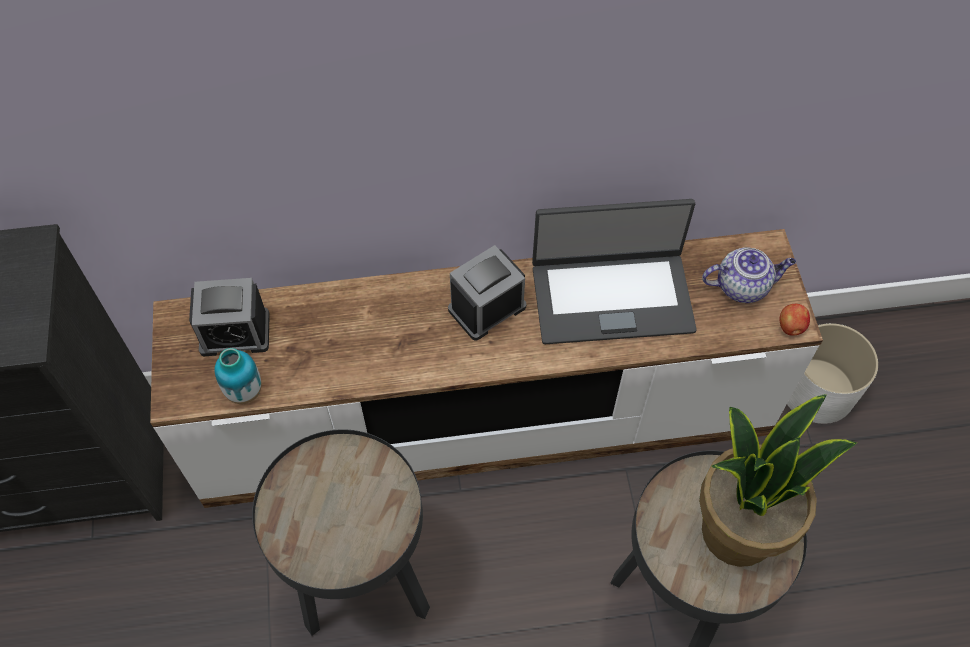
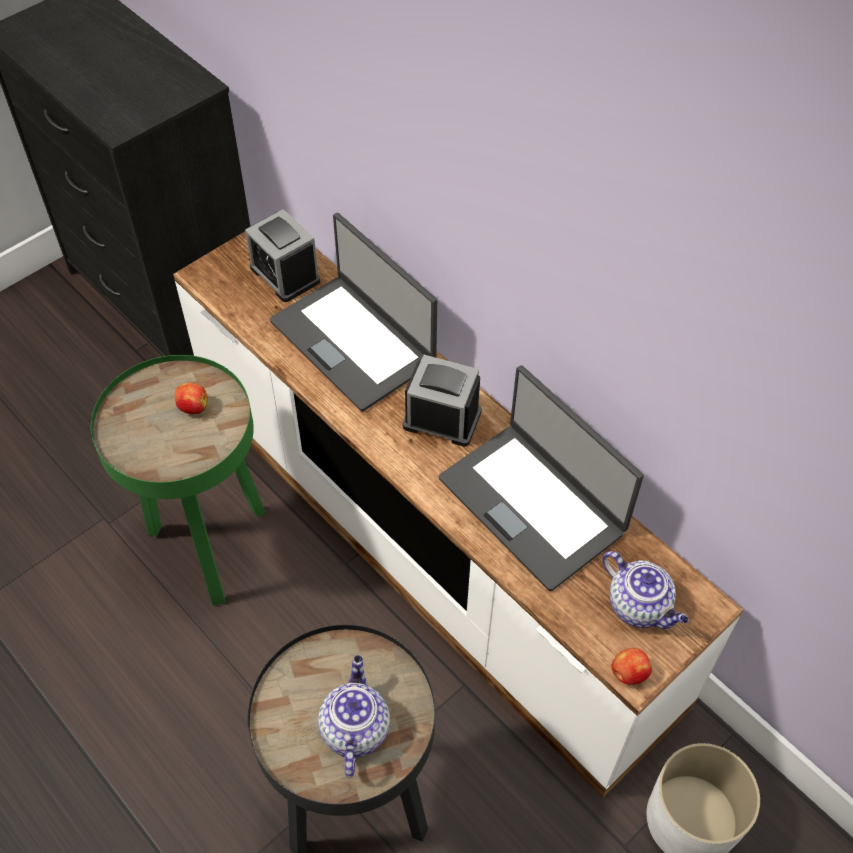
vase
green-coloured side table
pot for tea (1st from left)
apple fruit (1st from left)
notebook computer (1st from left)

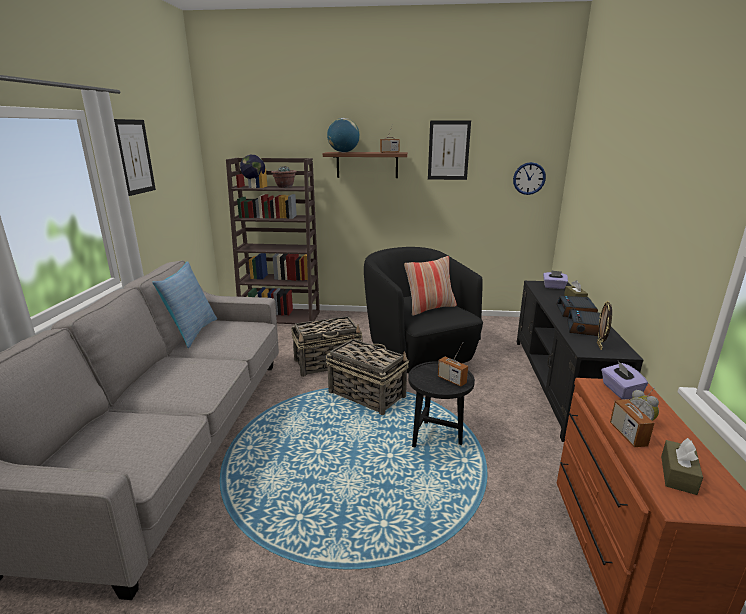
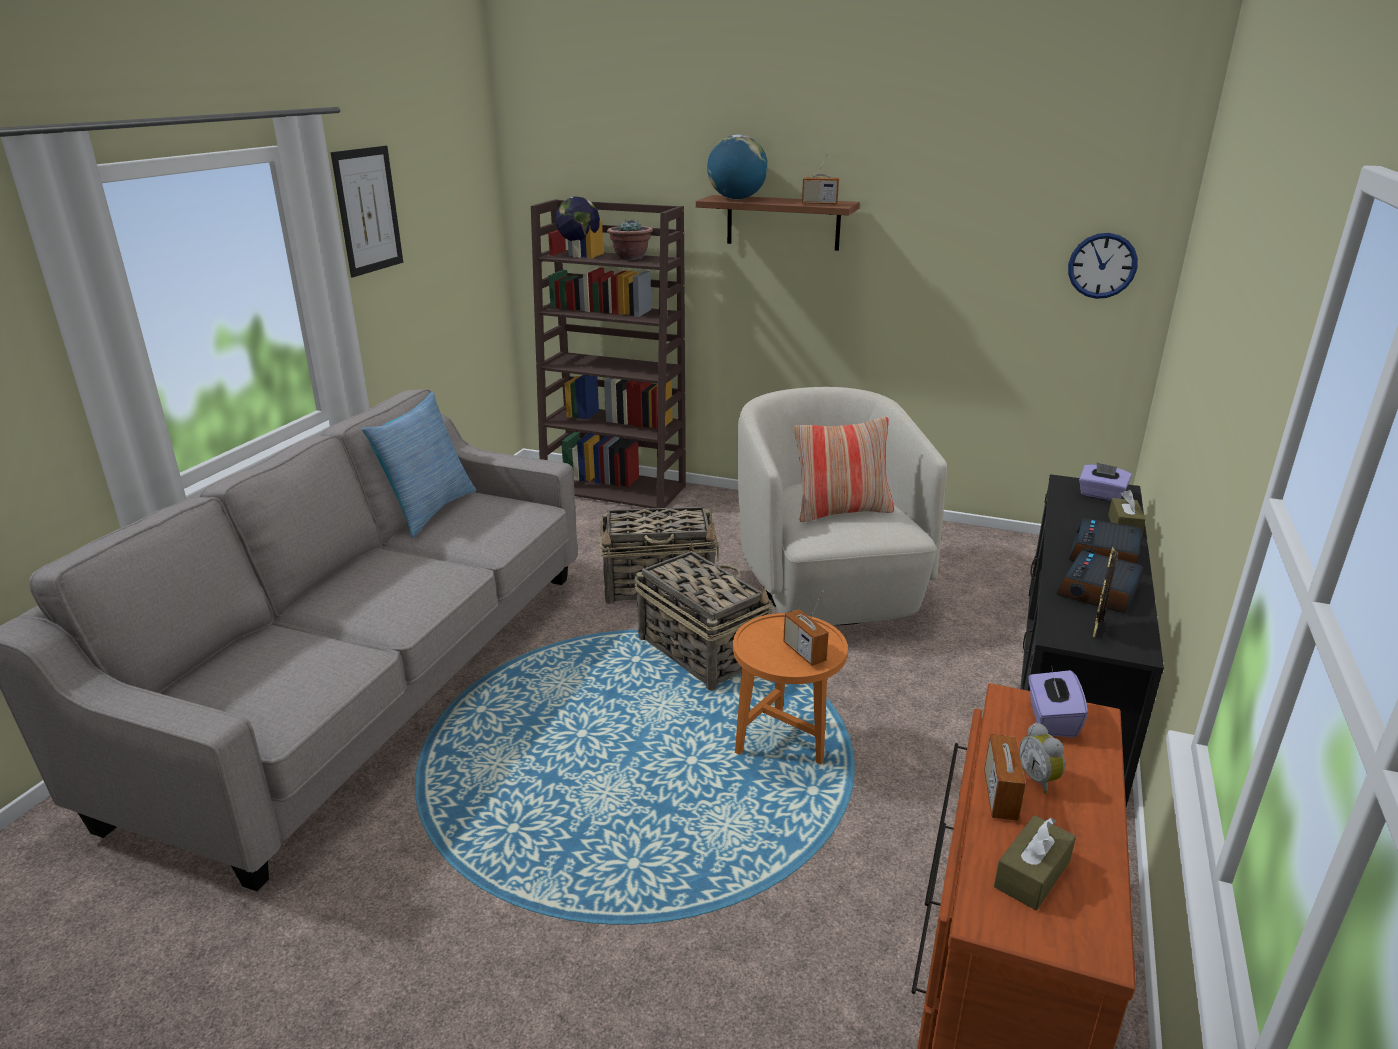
beige-coloured easy chair
orange-coloured side table
picture (2nd from left in the first image)

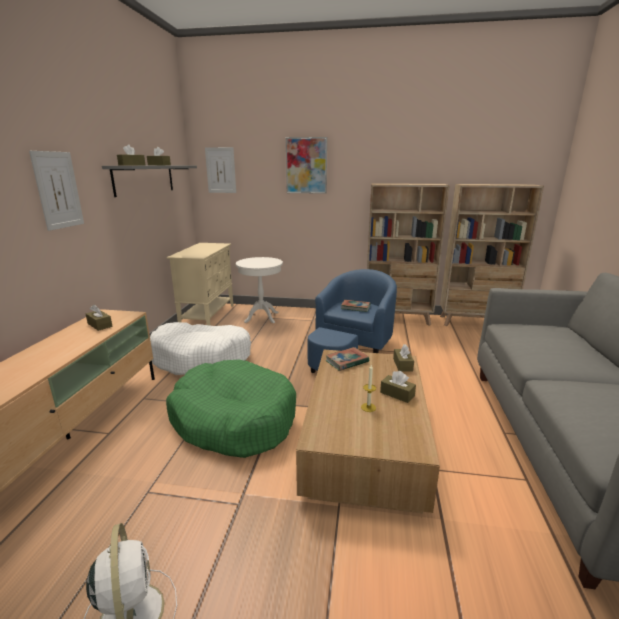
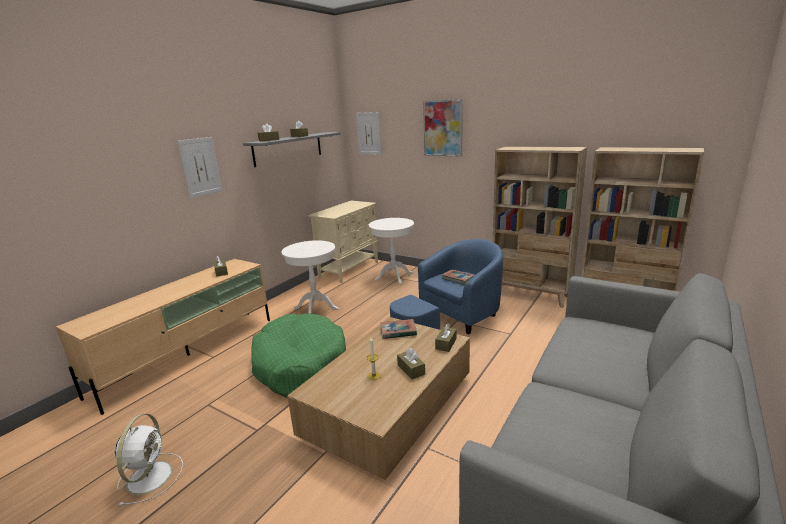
white-coloured side table (1st from left)

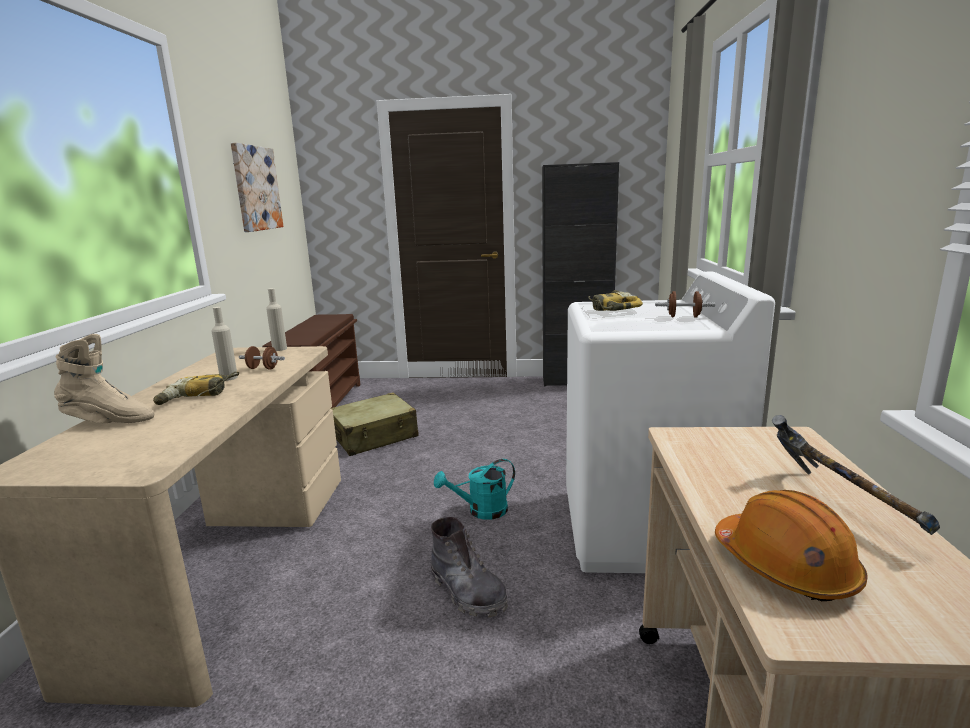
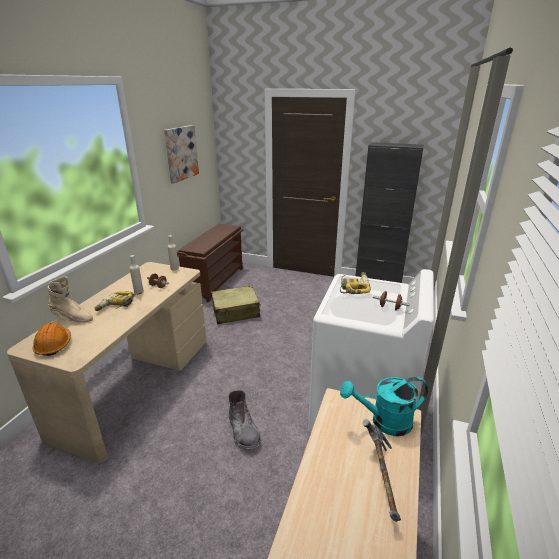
turquoise sprinkling can
orange-coloured hard hat

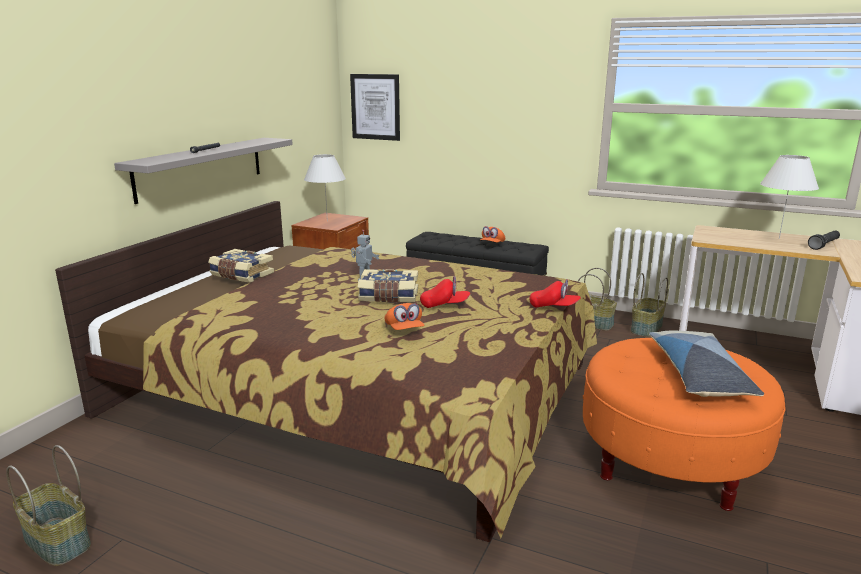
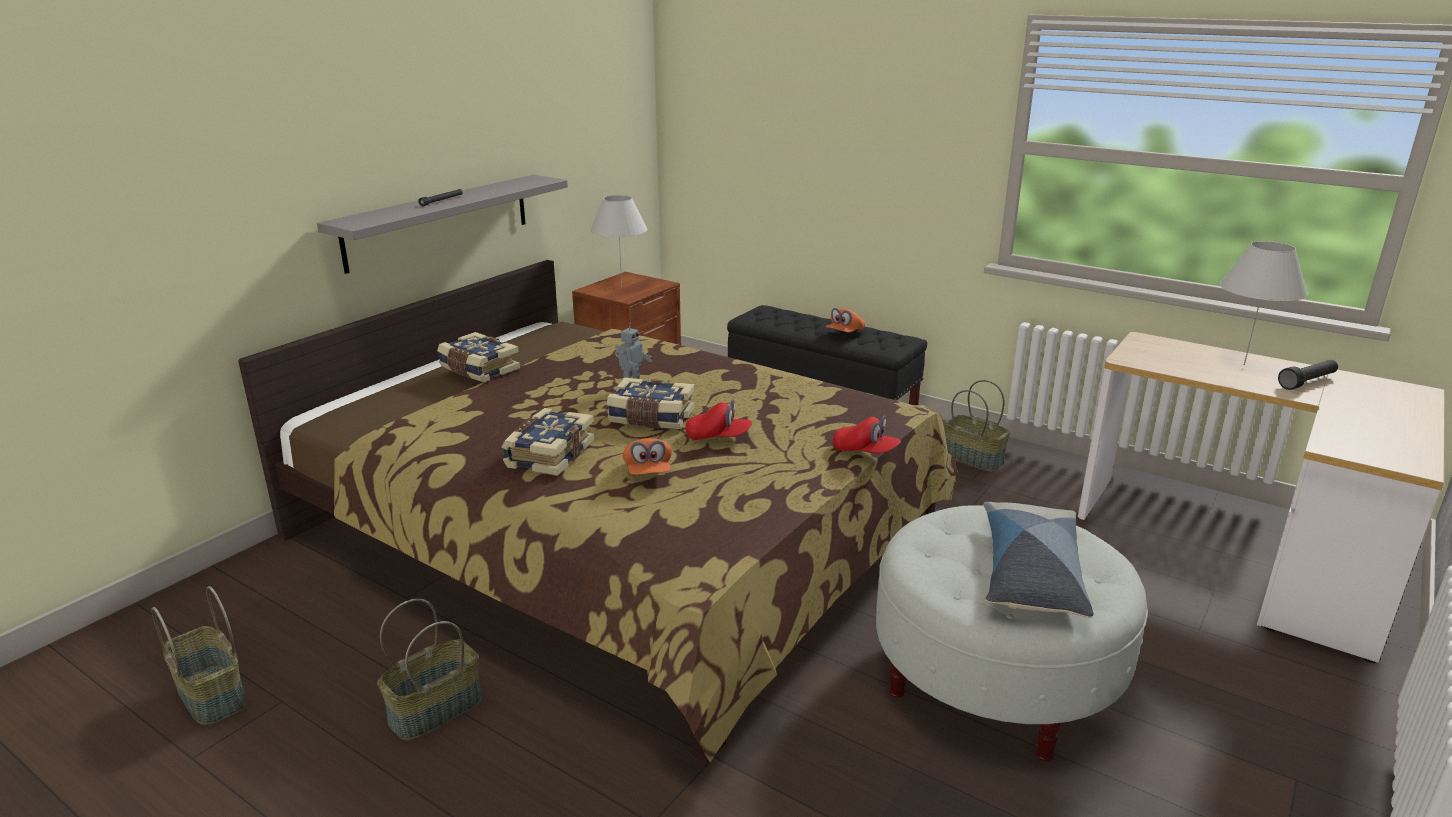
picture
white-coloured ottoman
storage basket (2nd from left)
bound book (2nd from left)

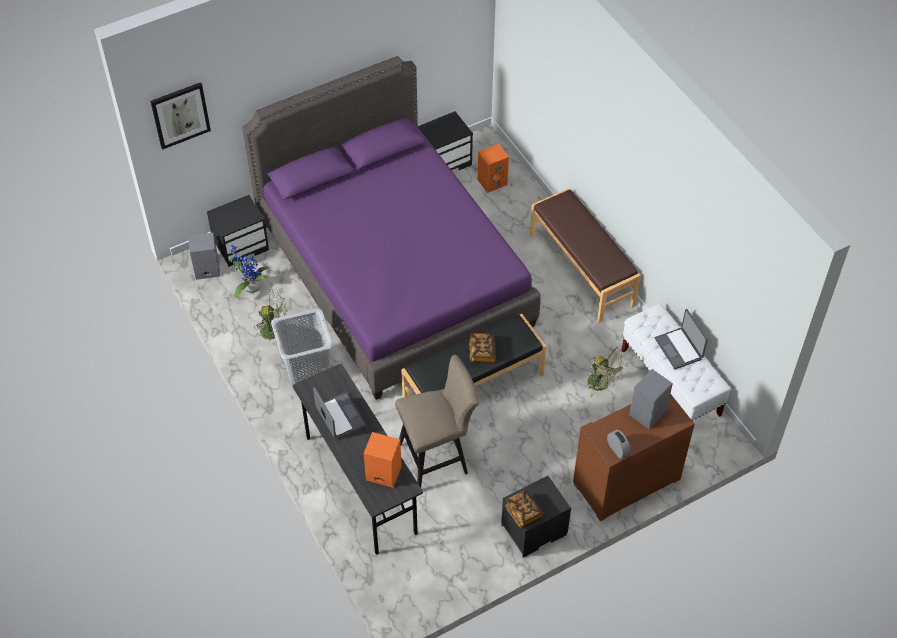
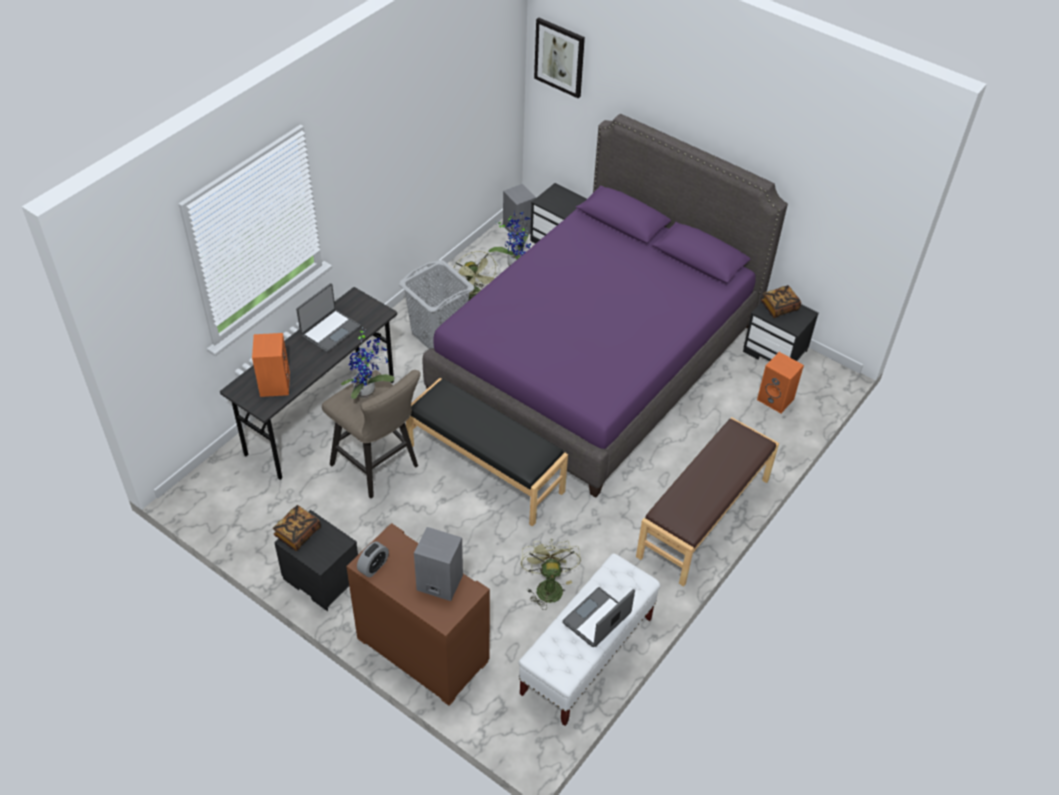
bound book (2nd from left)
green-coloured cooling fan (2nd from left)
plant in a pot (1st from left)

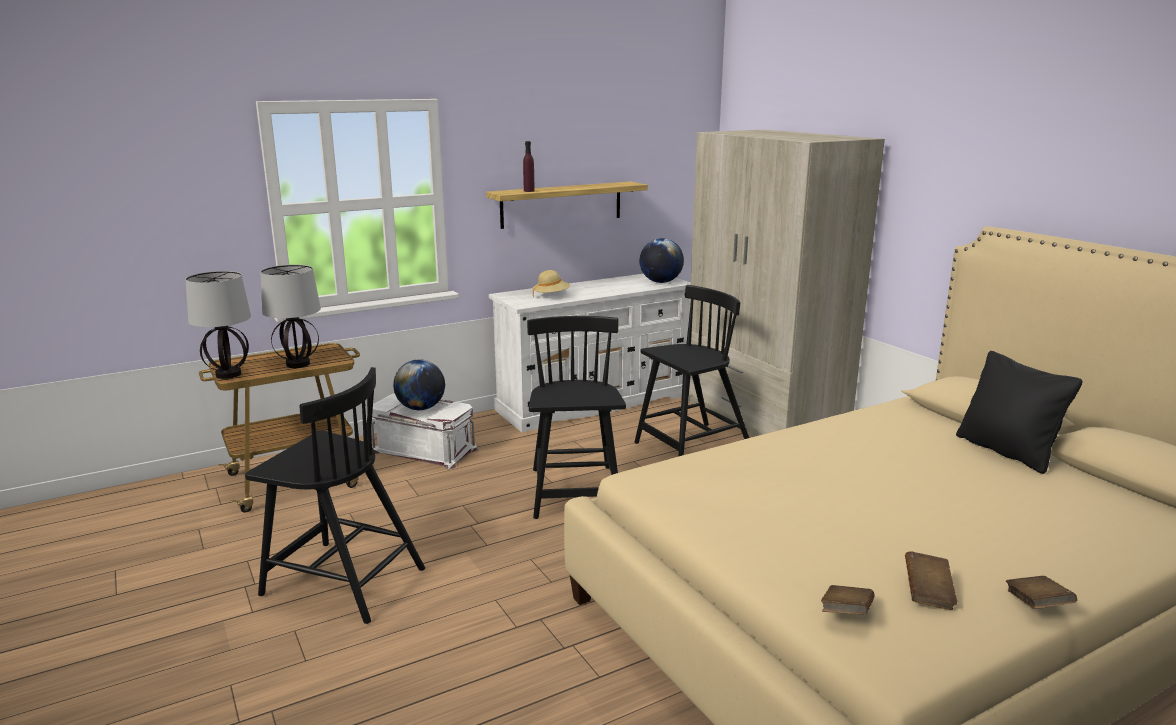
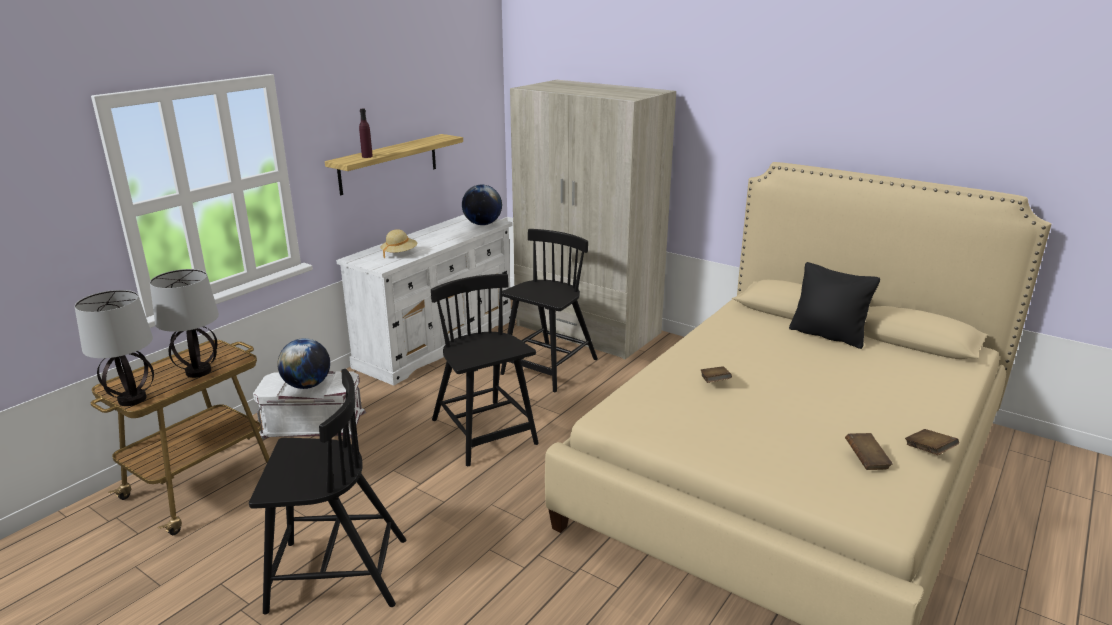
brown bound book (1st from left)

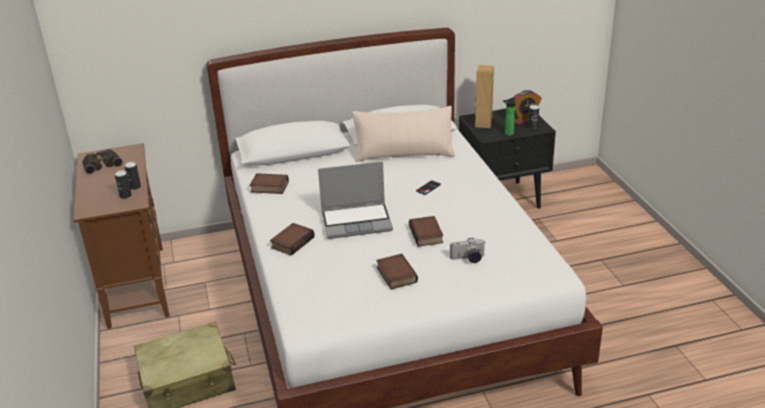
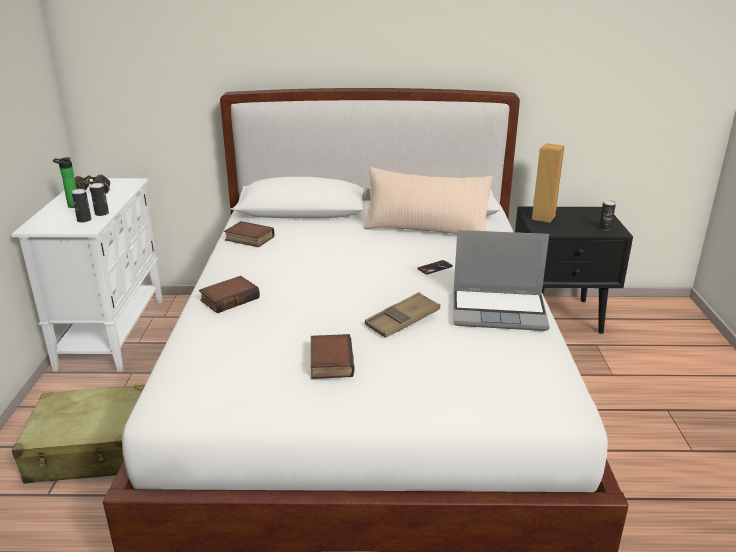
white-coloured cabinet
notebook computer
brown serving tray
still camera
beverage bottle
alarm clock

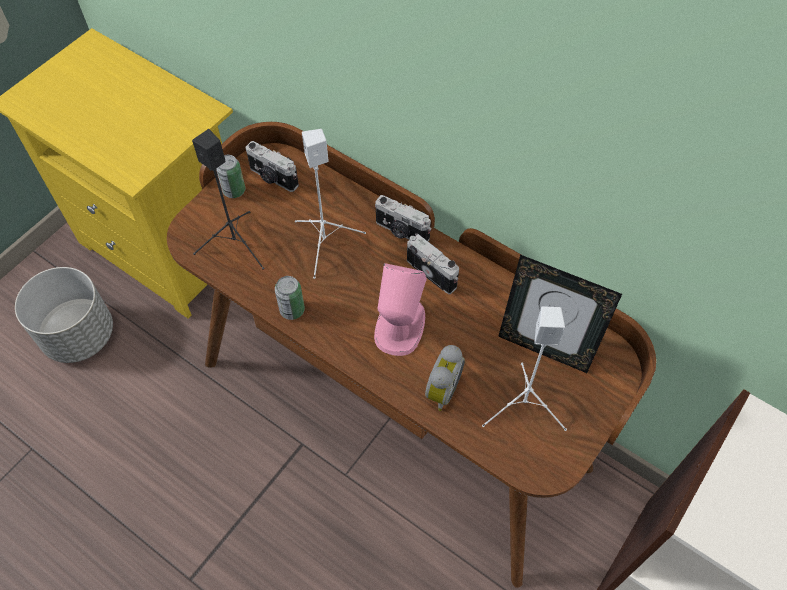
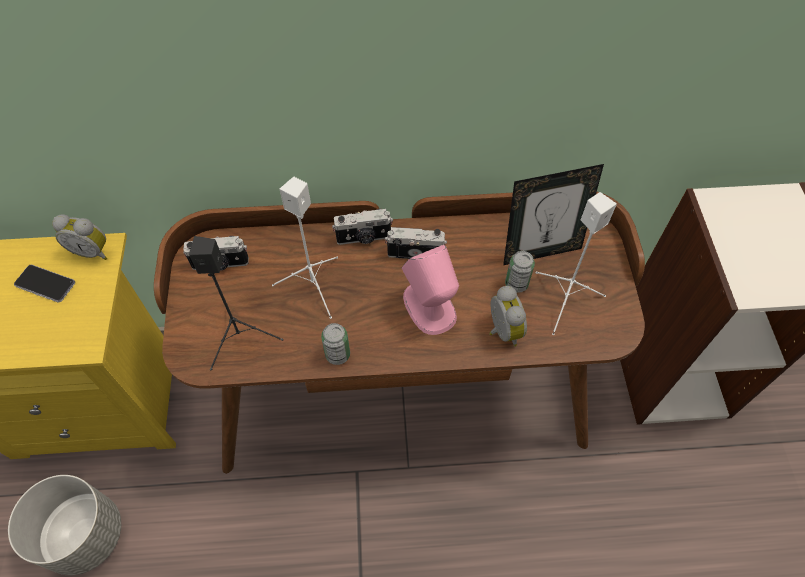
metal can (2nd from left)
handset
alarm clock (1st from left)

